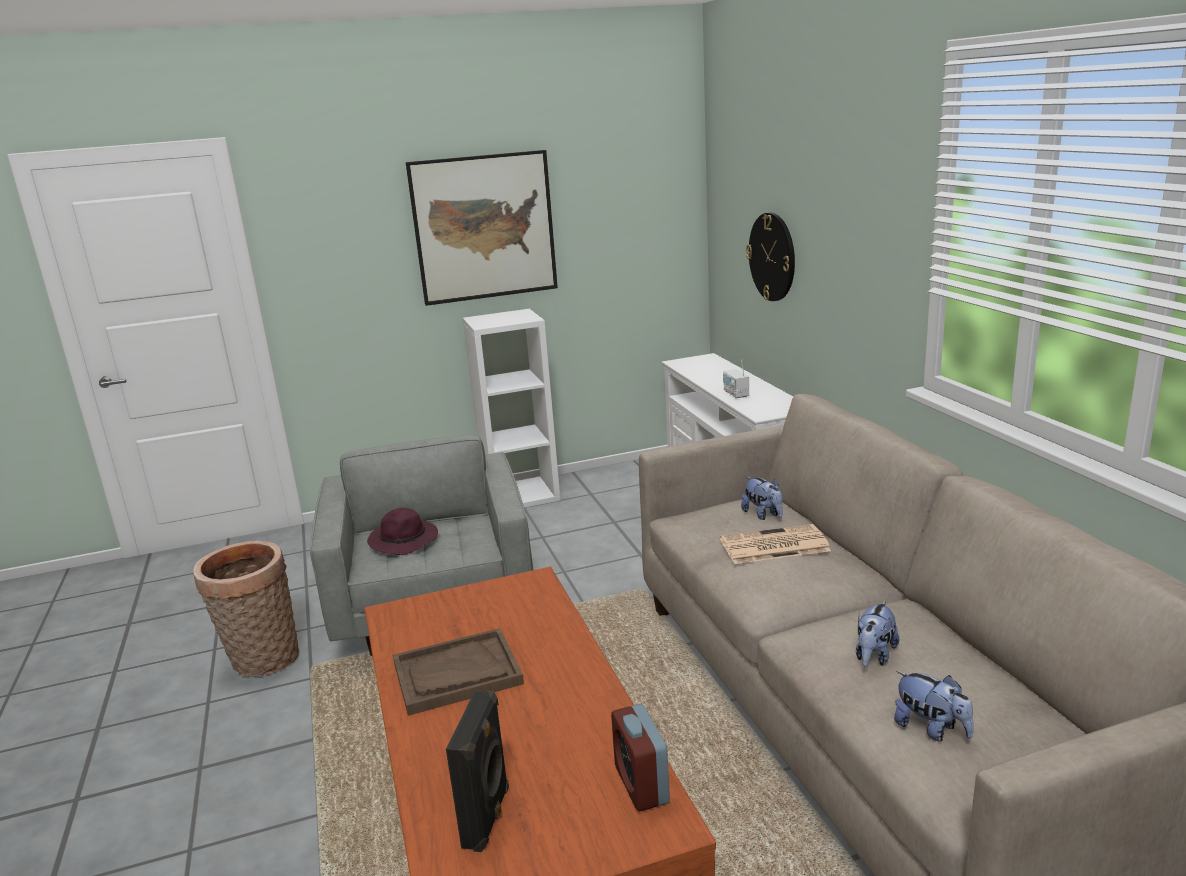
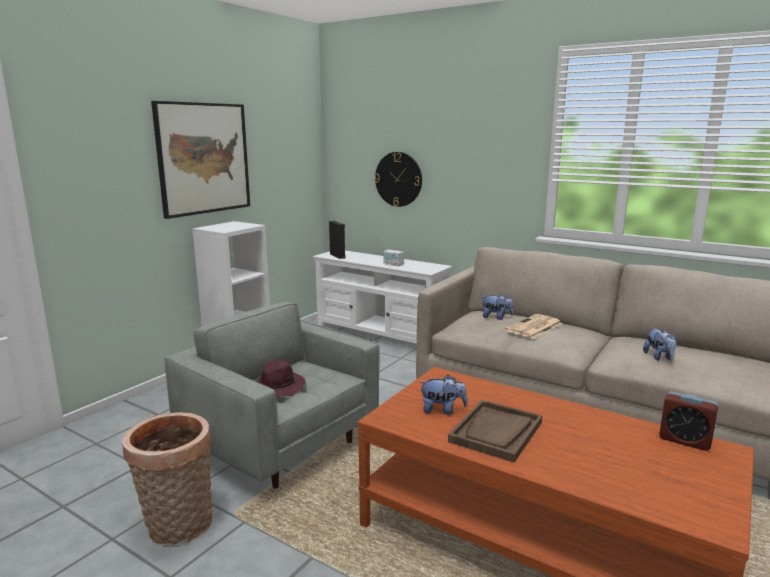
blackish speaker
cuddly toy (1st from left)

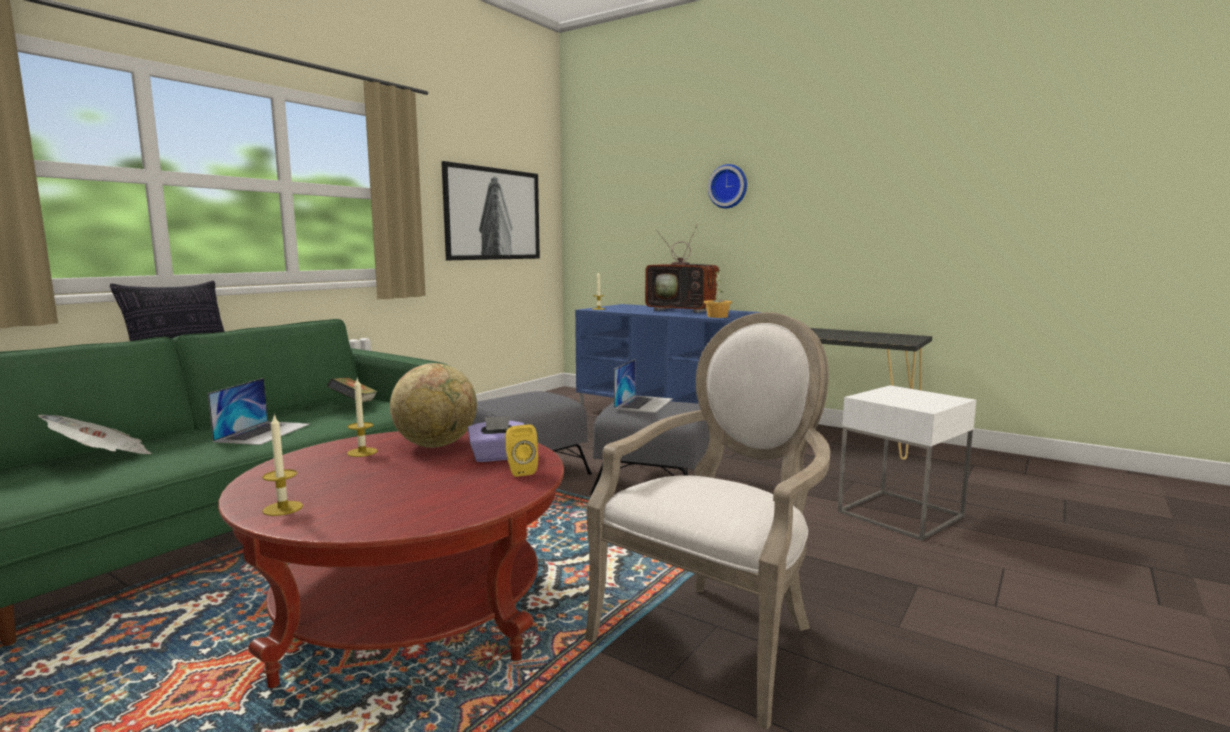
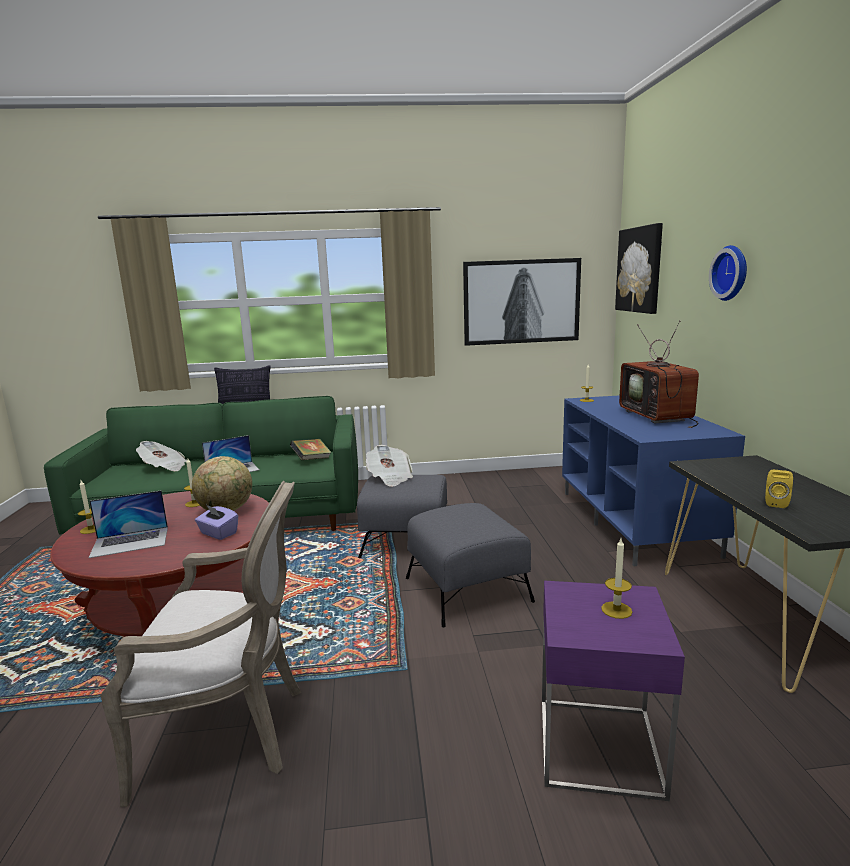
yellow-coloured speaker
notebook computer (1st from left)
plant in a pot
purple side table
newspaper (2nd from left)
candle (4th from left)
picture (2nd from left)

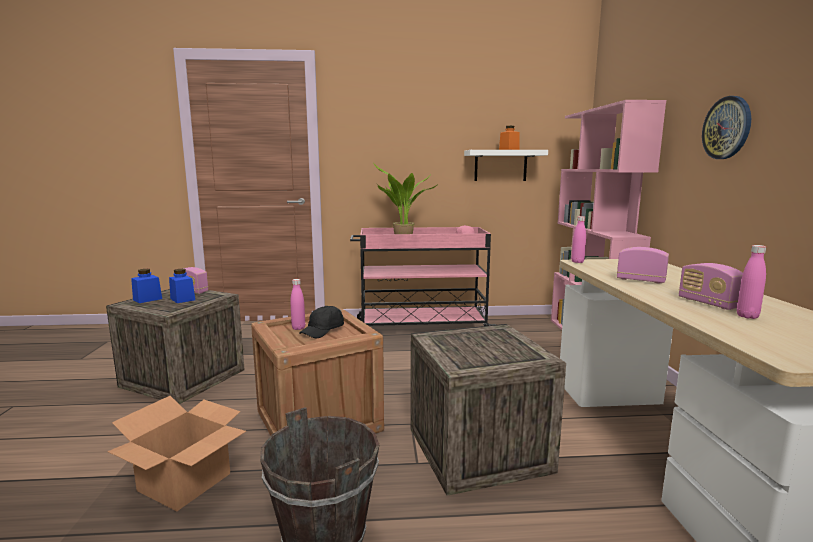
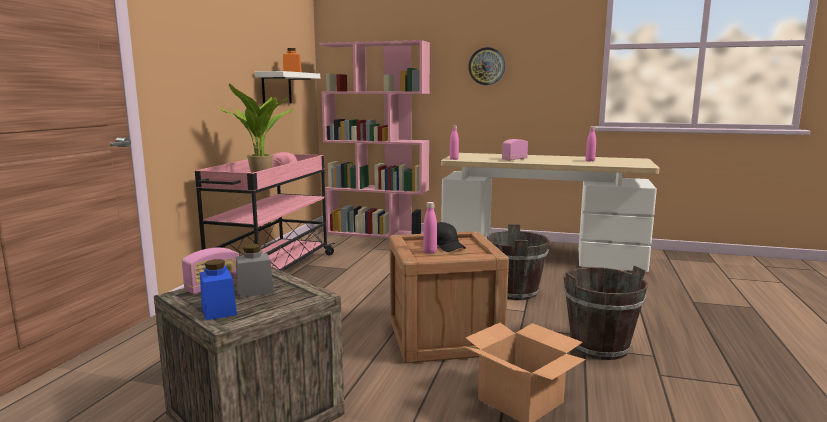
greyish storage jar
brown bucket (1st from left)
radio set (3rd from left in the first image)

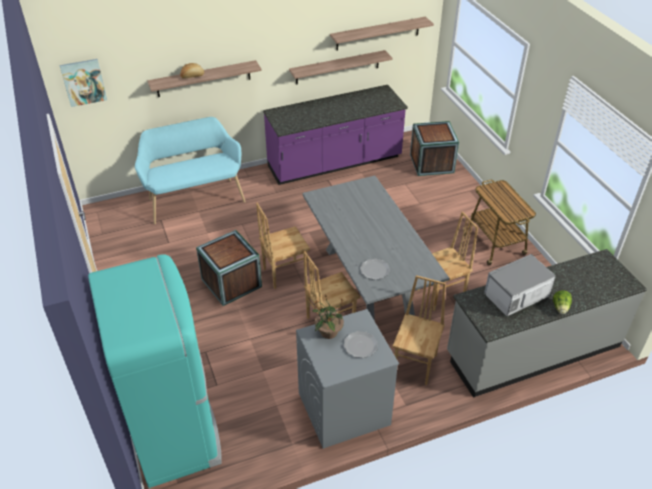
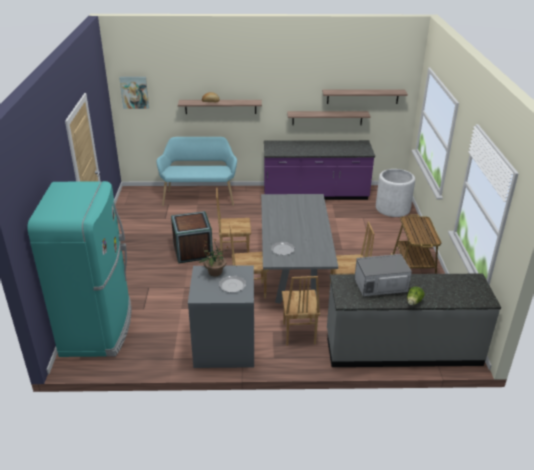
brown plain chair (3rd from left)
white-coloured flower pot

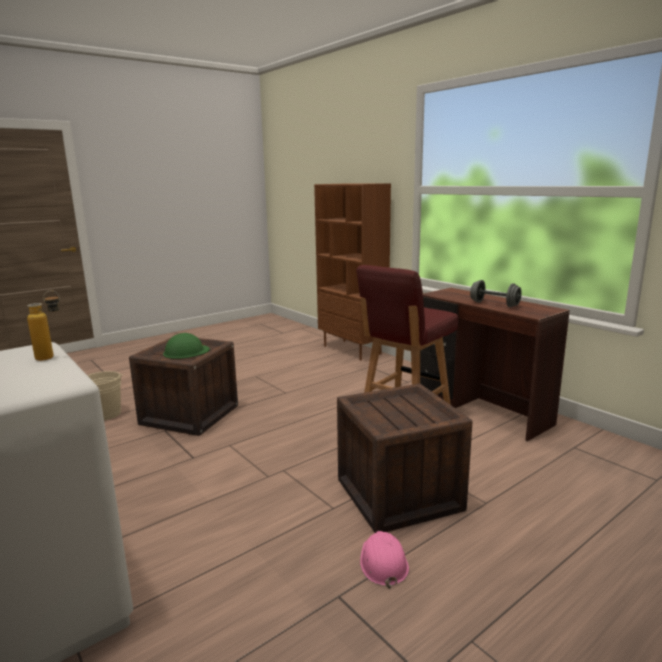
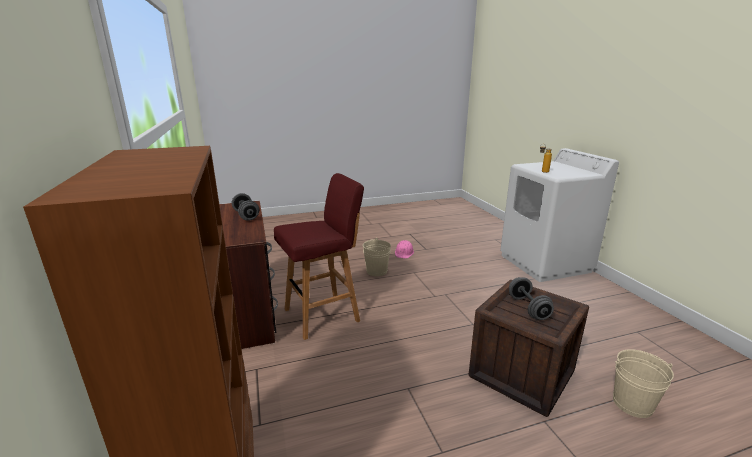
greyish hand weight (2nd from left)
beige-coloured bucket (1st from left)

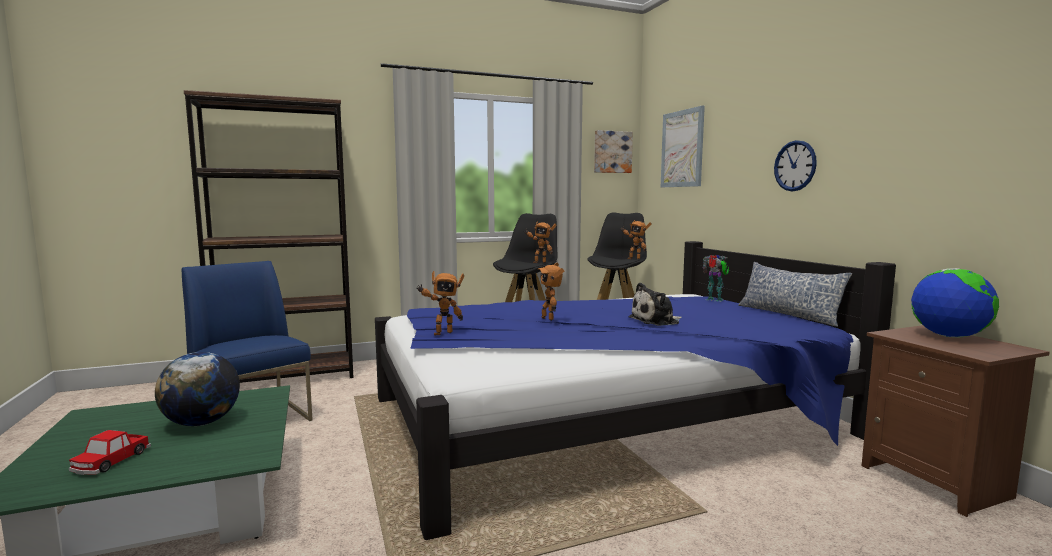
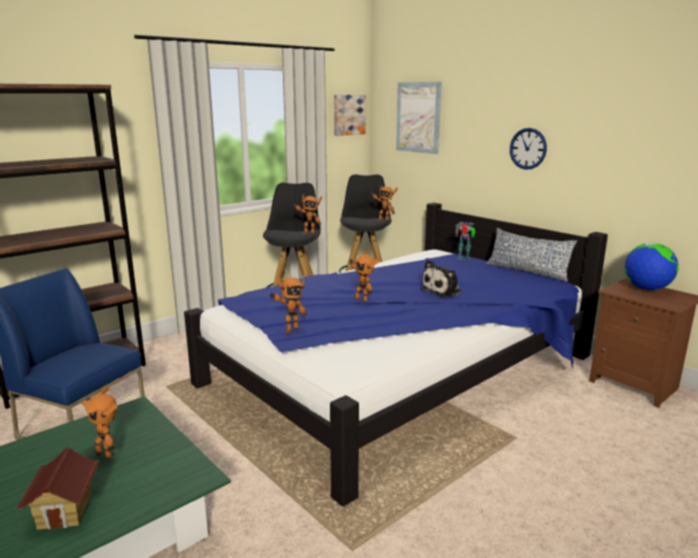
miniature house
model robot (1st from left)

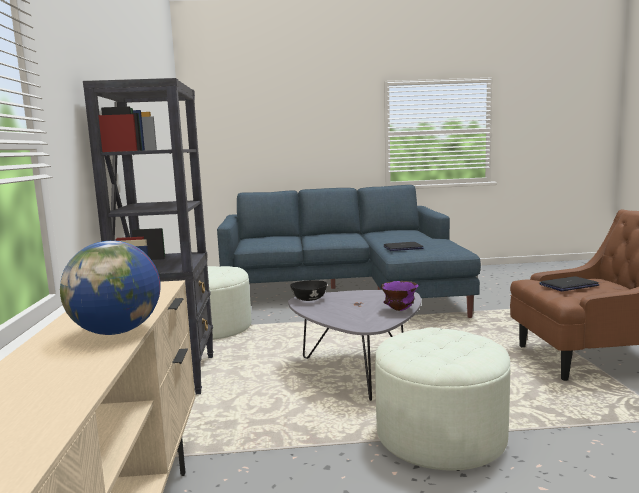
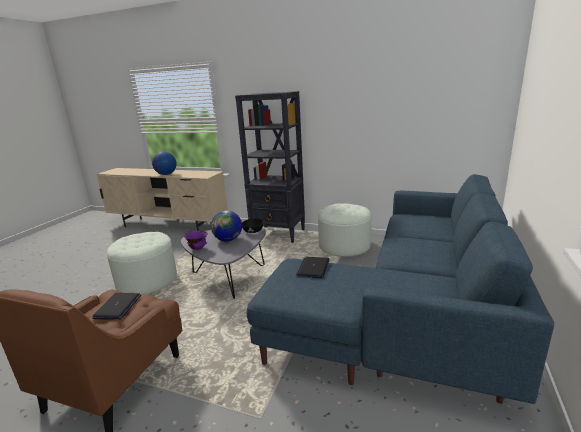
globe (2nd from left)

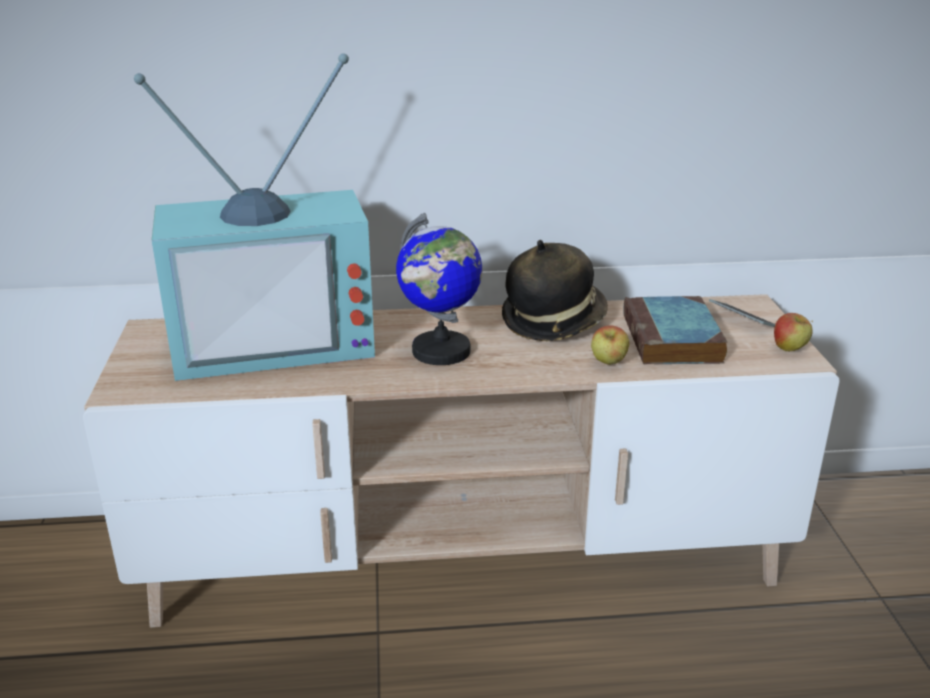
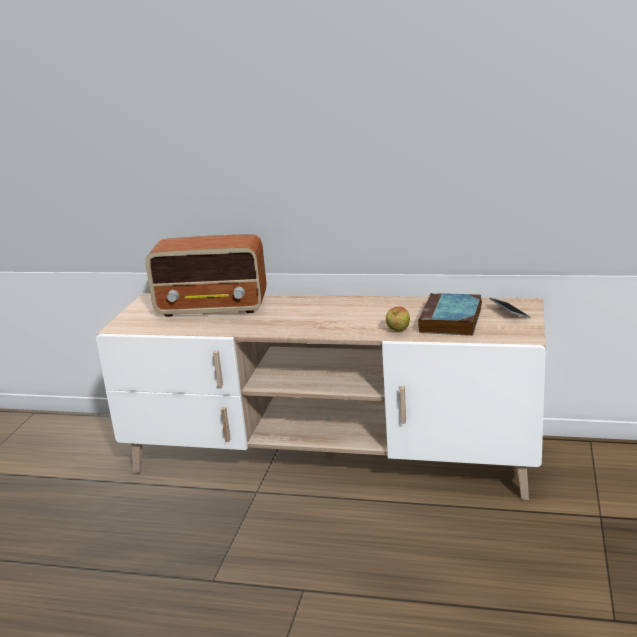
radio set
globe
hat
apple fruit (2nd from left in the first image)

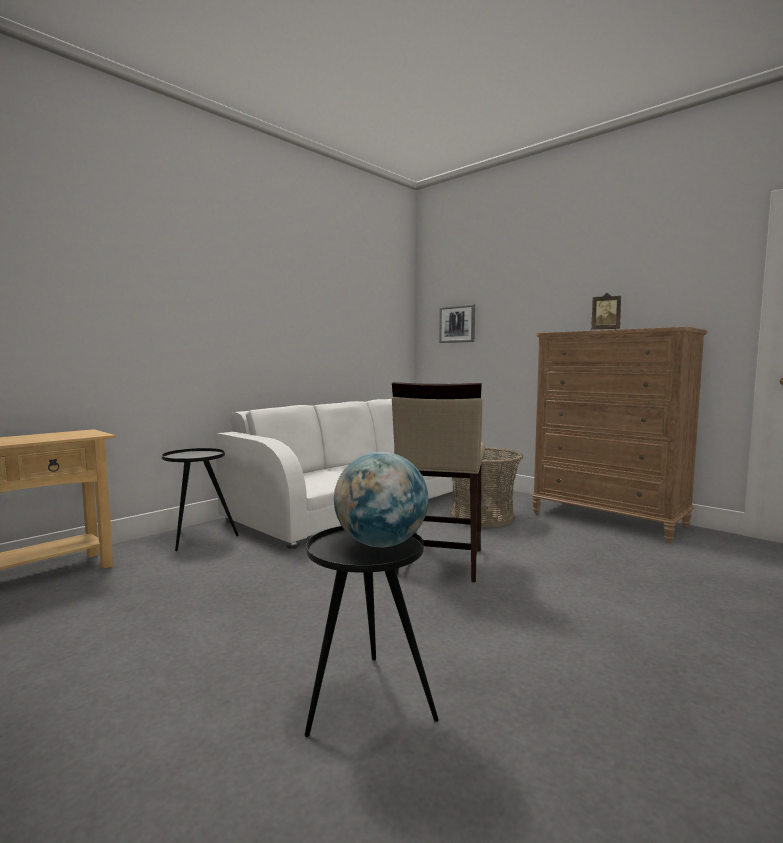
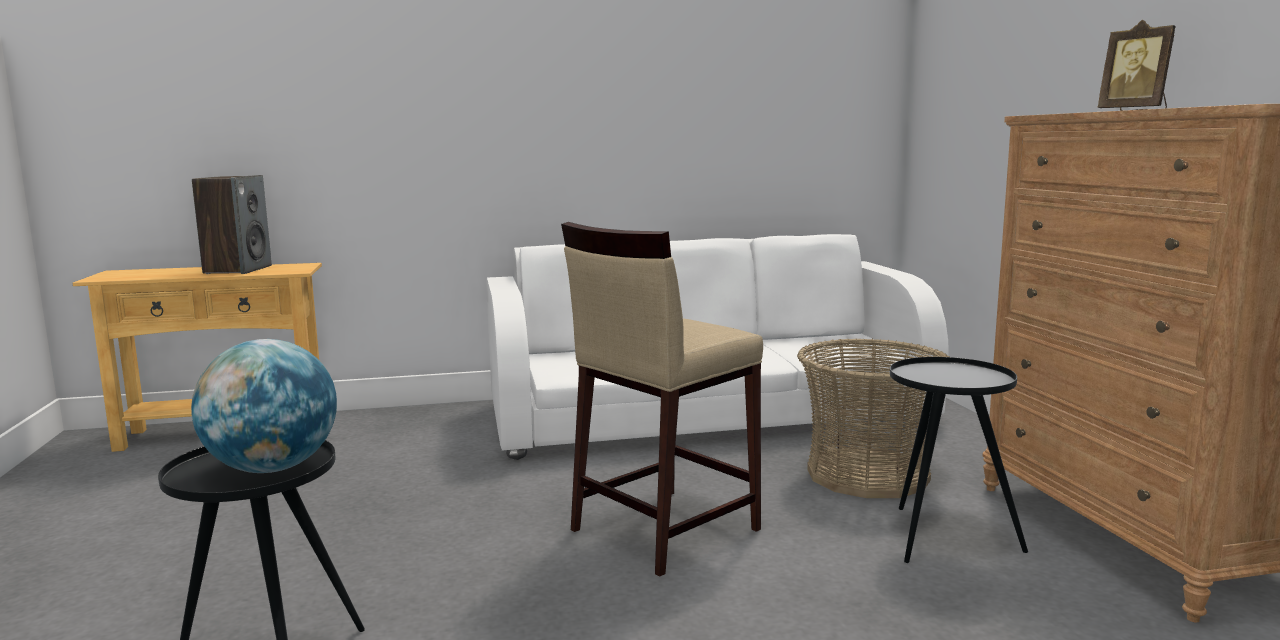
blackish side table (2nd from left)
picture
speaker

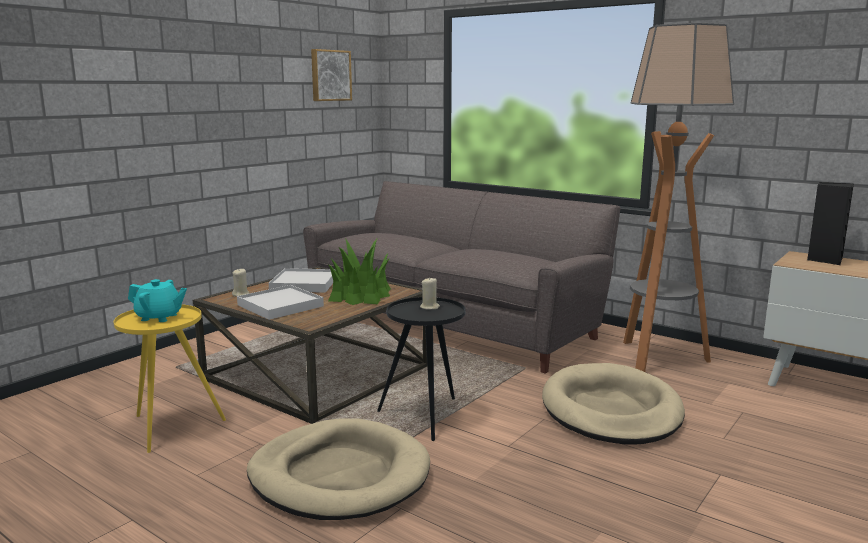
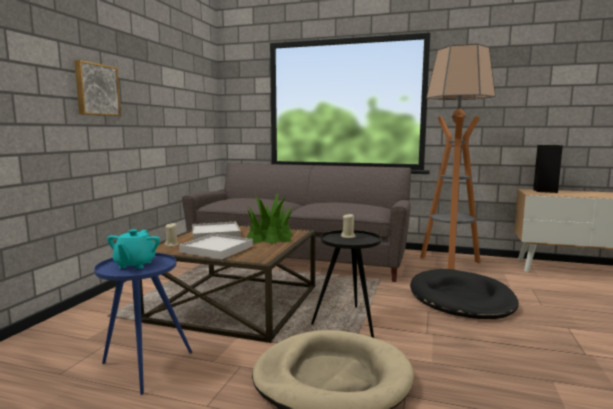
blue side table
turquoise pot for tea
picture
blackish pet bed

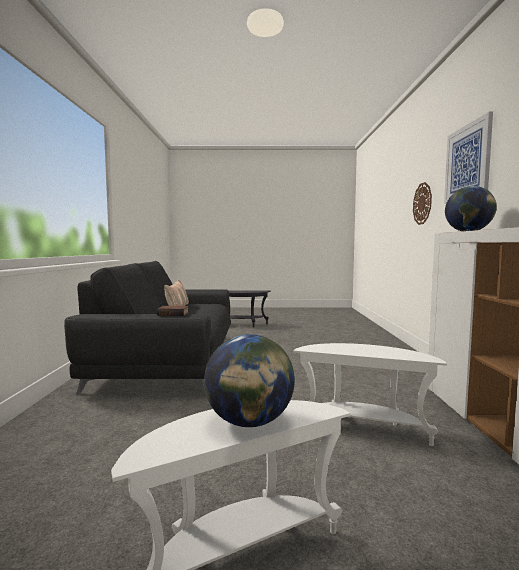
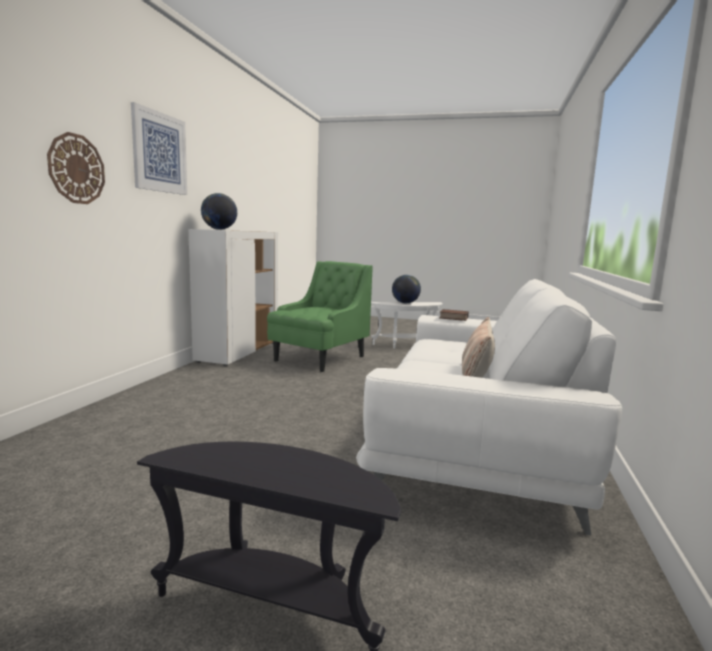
white-coloured couch
green-coloured easy chair

